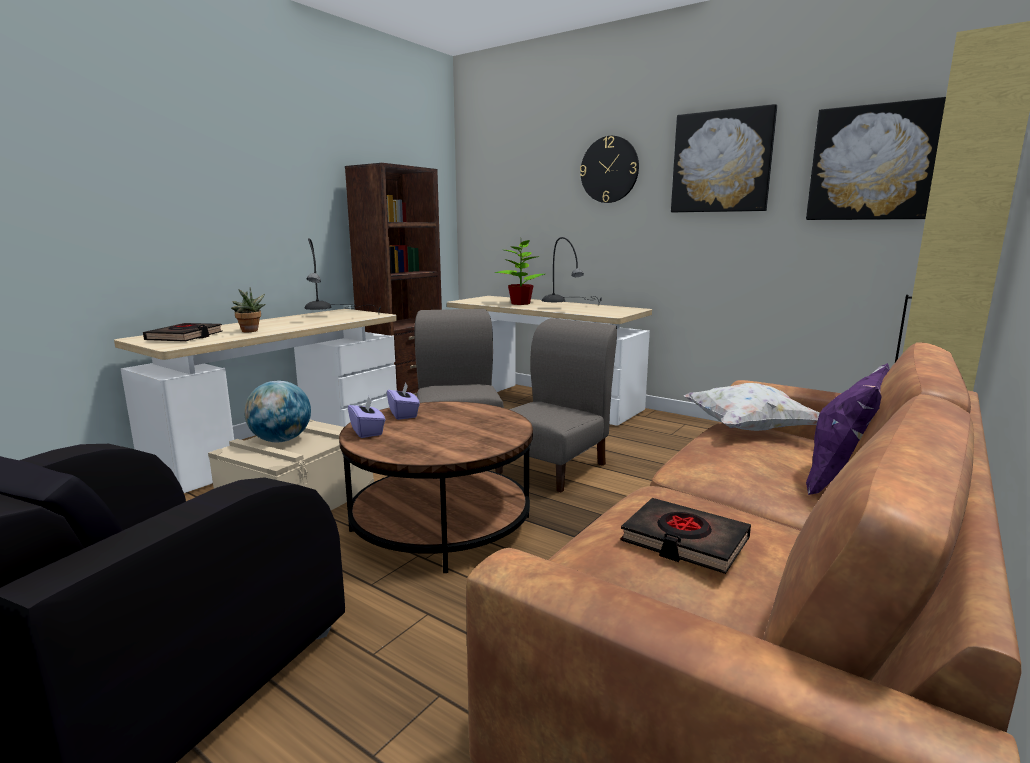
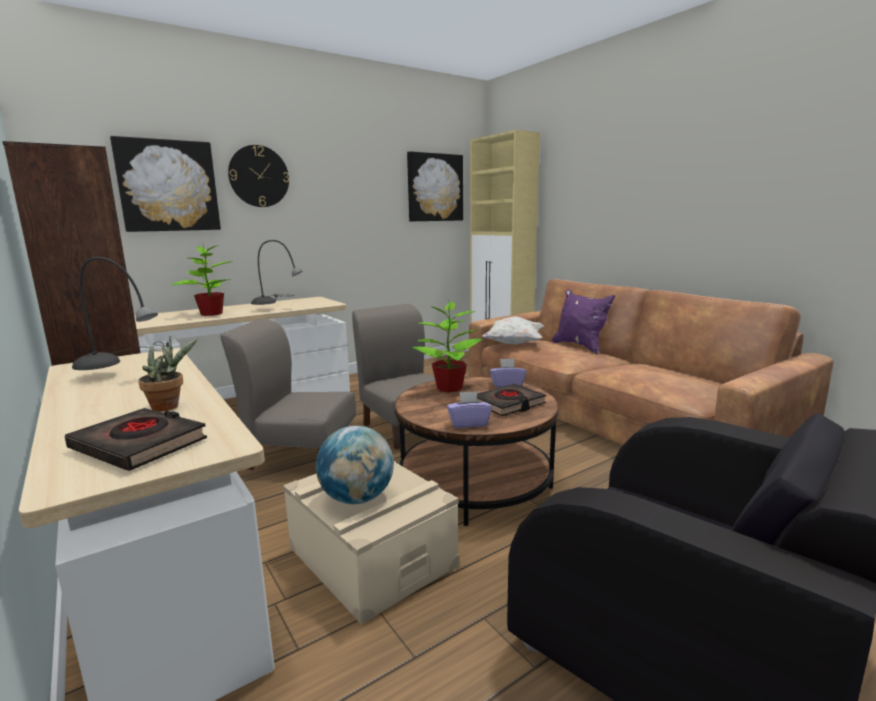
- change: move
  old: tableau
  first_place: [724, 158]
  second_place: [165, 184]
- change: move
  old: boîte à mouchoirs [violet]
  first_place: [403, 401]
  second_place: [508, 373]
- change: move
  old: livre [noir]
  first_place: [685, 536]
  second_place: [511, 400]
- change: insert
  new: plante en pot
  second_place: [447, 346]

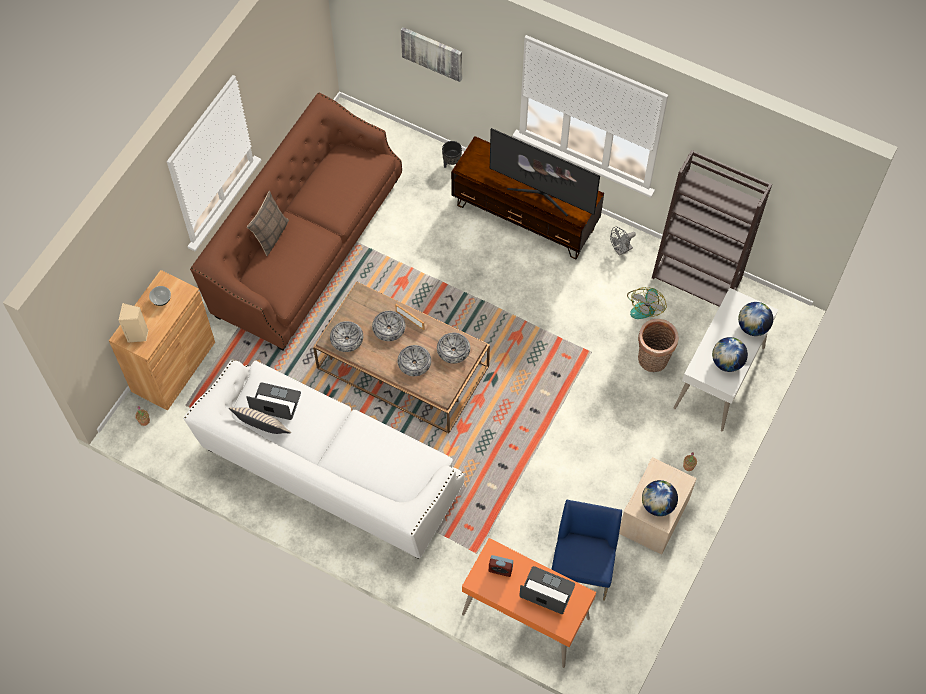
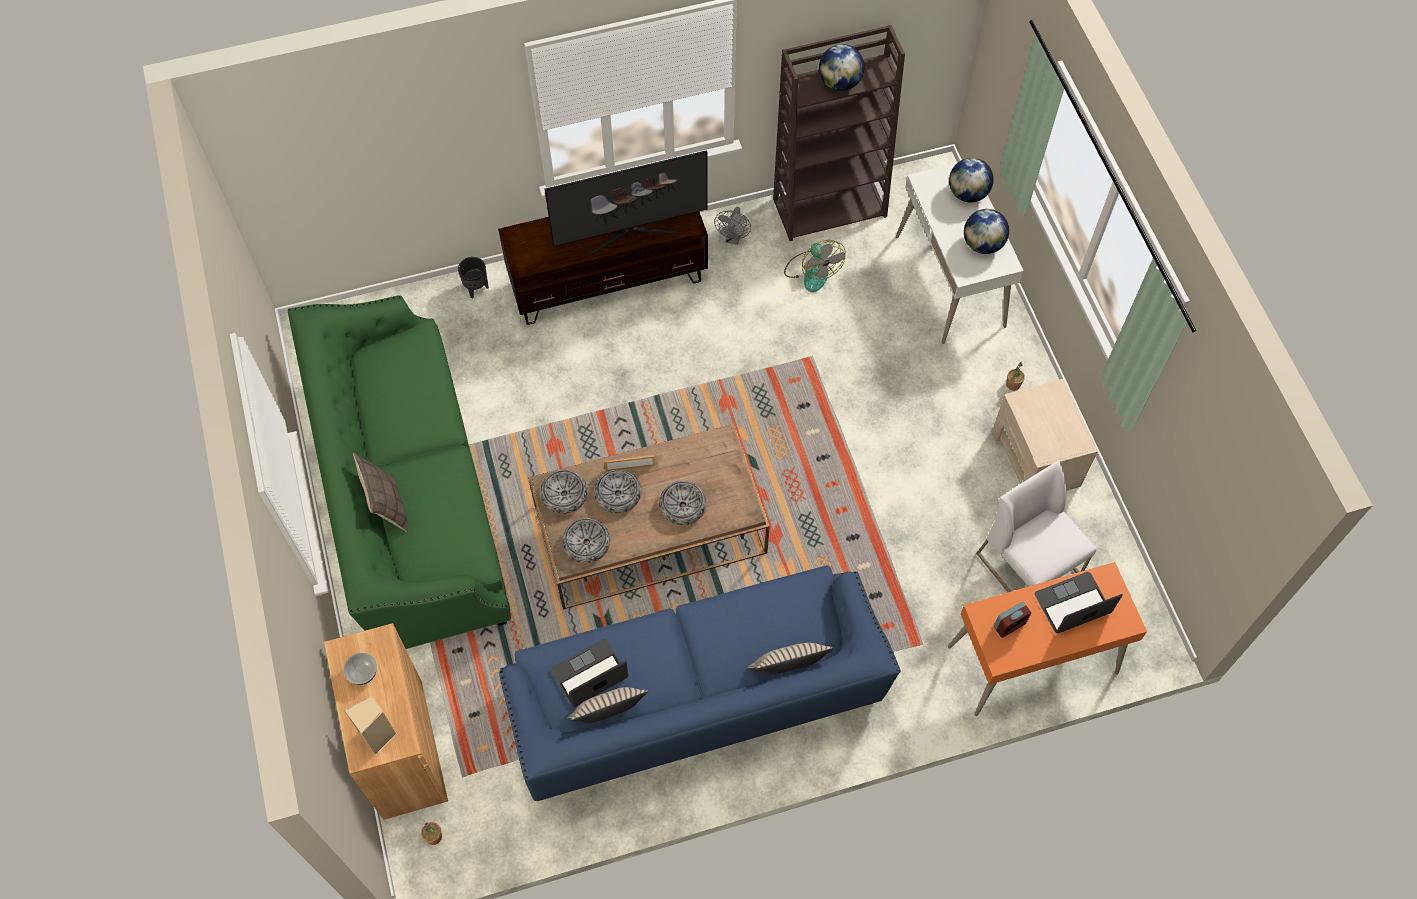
- change: delete
  old: tableau
  first_place: [431, 54]
- change: recolor
  old: canapé [marron]
  new: canapé [vert]
  first_place: [296, 221]
  second_place: [399, 472]
- change: delete
  old: panier
  first_place: [658, 345]
- change: move
  old: bol
  first_place: [453, 348]
  second_place: [564, 492]
- change: recolor
  old: canapé [blanc]
  new: canapé [bleu]
  first_place: [324, 459]
  second_place: [700, 683]
- change: move
  old: globe
  first_place: [660, 498]
  second_place: [842, 67]
- change: recolor
  old: chaise [bleu]
  new: chaise [blanc]
  first_place: [587, 550]
  second_place: [1036, 526]
- change: insert
  new: coussin [beige]
  second_place: [790, 658]

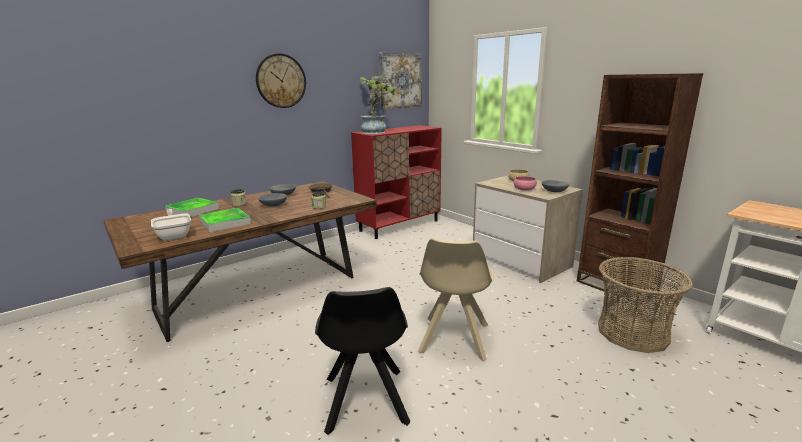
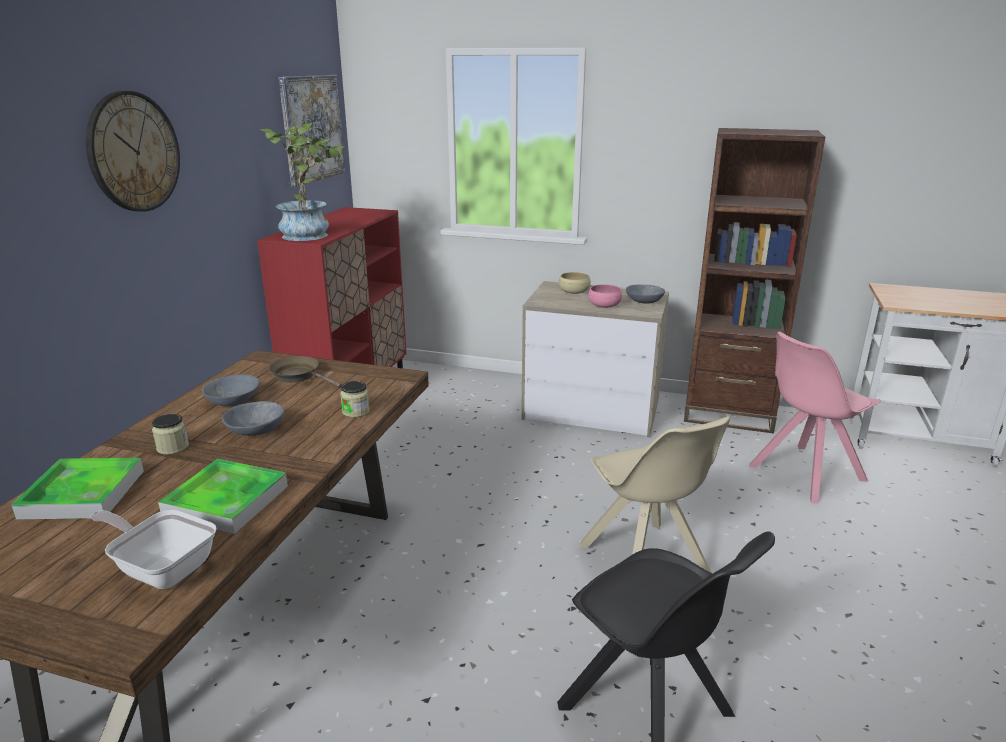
- change: replace
  old: panier
  new: chaise [rose]
  first_place: [645, 305]
  second_place: [815, 418]

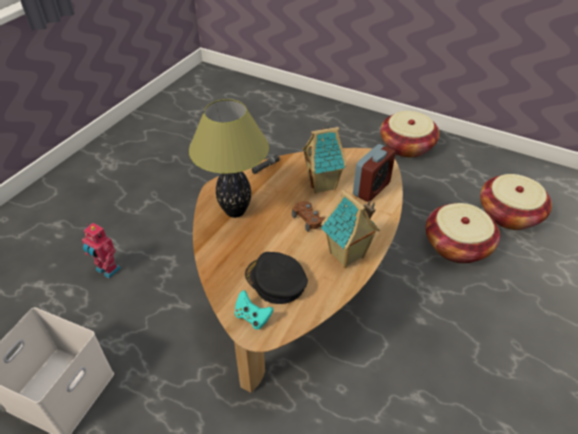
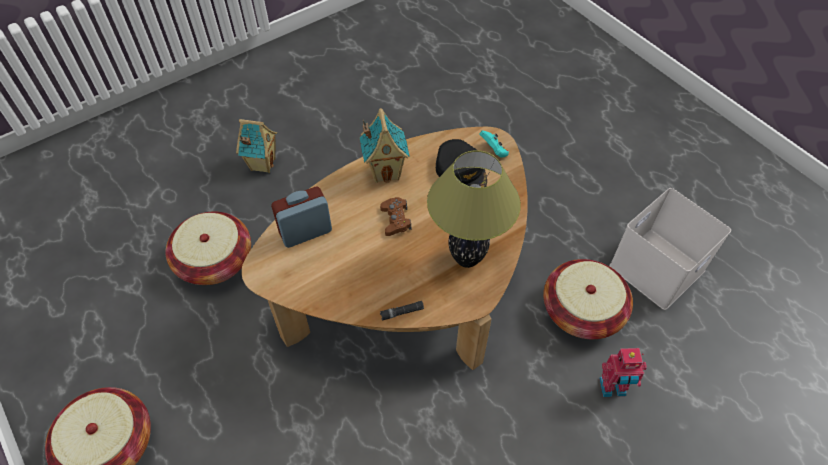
- change: move
  old: maison miniature
  first_place: [324, 159]
  second_place: [256, 146]
- change: move
  old: panier
  first_place: [516, 202]
  second_place: [588, 299]
- change: rotate
  old: robot jouet
  first_place: [101, 250]
  second_place: [623, 372]
  degrees: 120

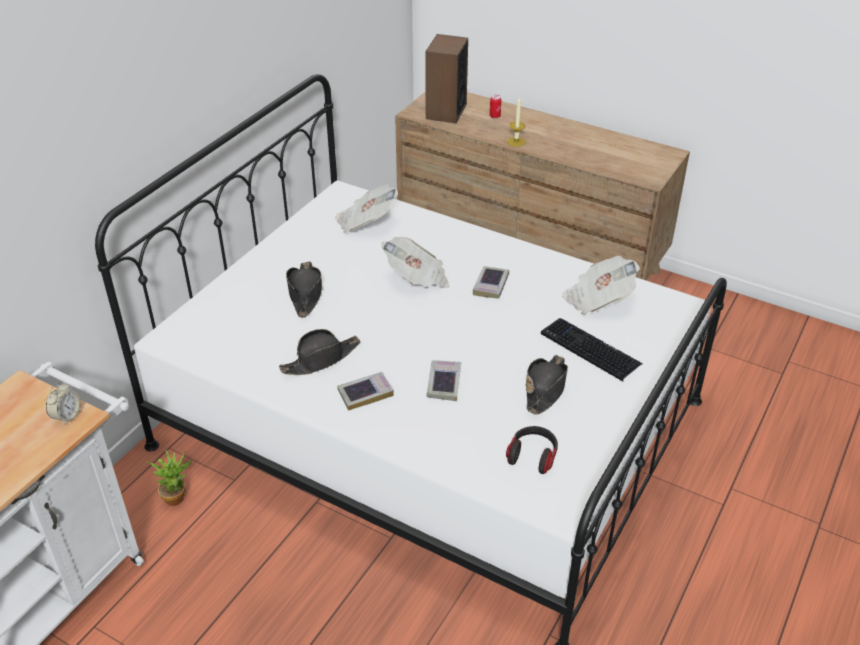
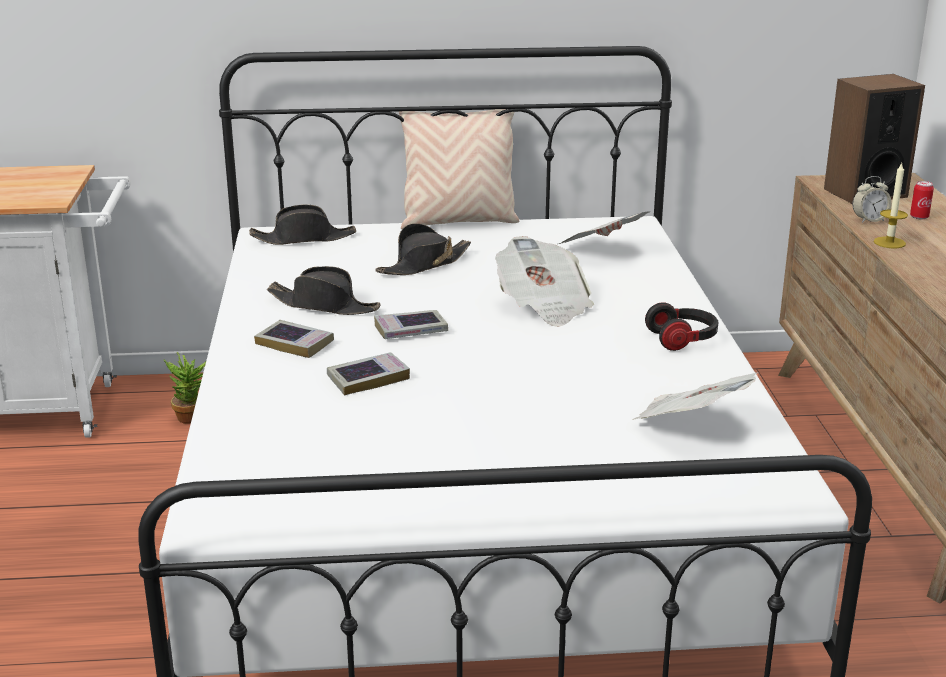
- change: move
  old: livre
  first_place: [491, 282]
  second_place: [411, 324]
- change: delete
  old: clavier
  first_place: [592, 349]
- change: move
  old: chapeau [noir]
  first_place: [547, 385]
  second_place: [302, 225]
- change: move
  old: réveil
  first_place: [63, 403]
  second_place: [872, 199]
- change: move
  old: casque audio
  first_place: [532, 450]
  second_place: [681, 326]
- change: insert
  new: coussin [beige]
  second_place: [459, 169]

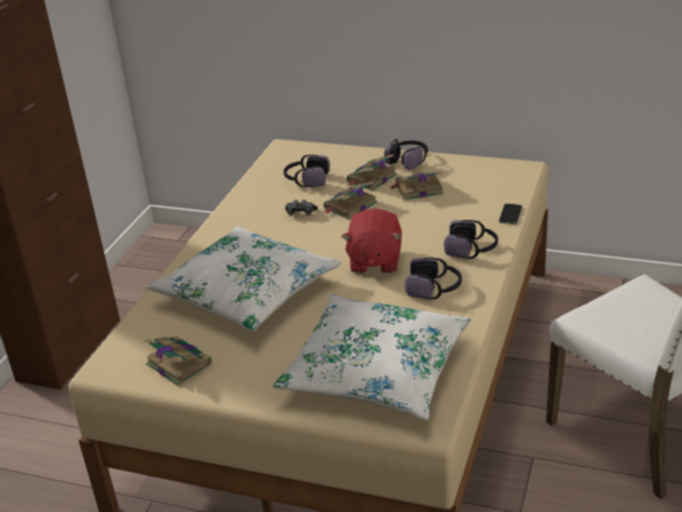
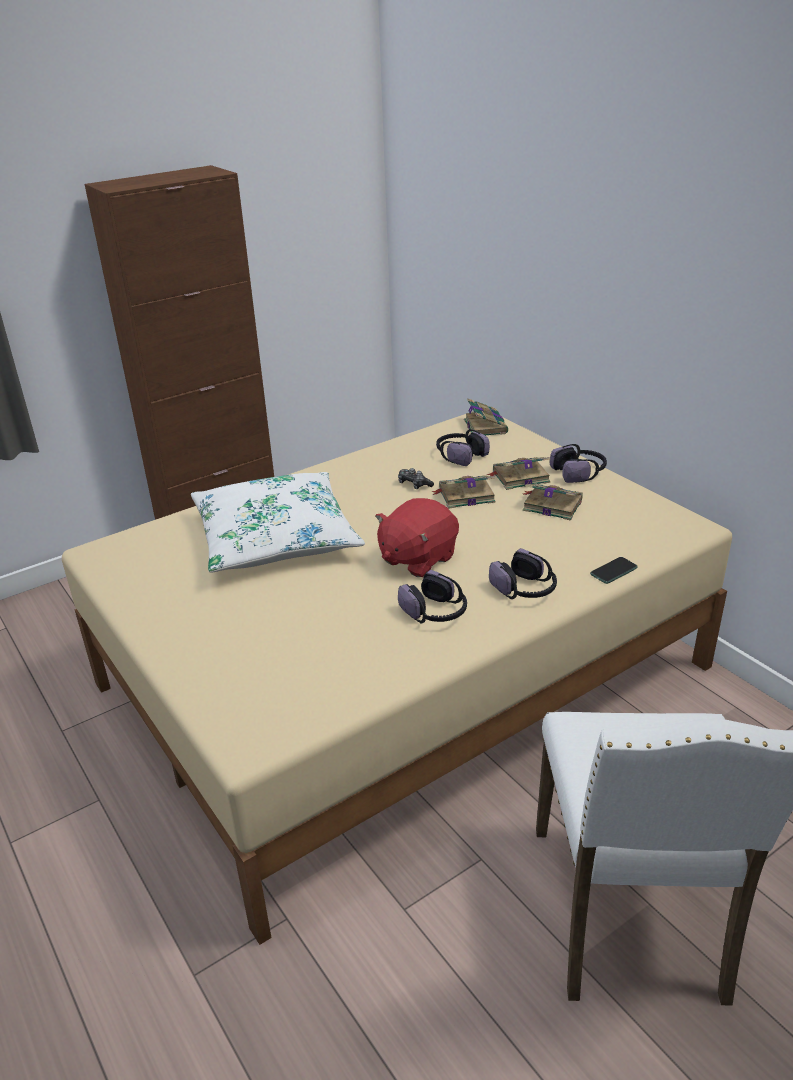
- change: delete
  old: coussin [blanc]
  first_place: [371, 357]
- change: move
  old: livre
  first_place: [178, 361]
  second_place: [486, 416]

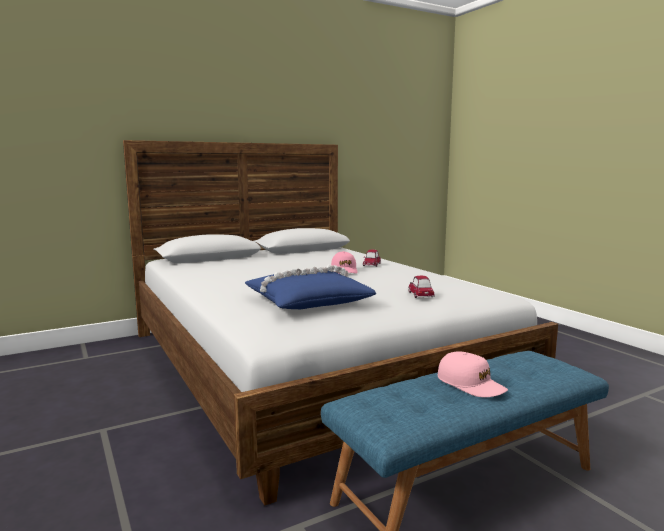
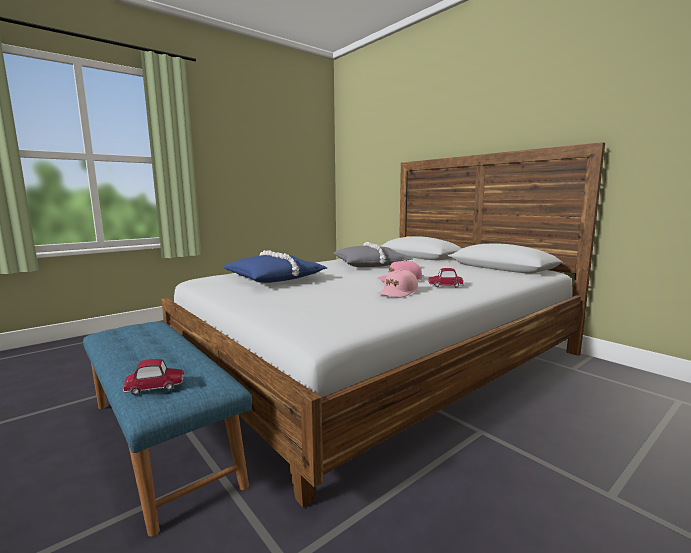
- change: move
  old: petite voiture
  first_place: [421, 287]
  second_place: [153, 377]
- change: move
  old: casquette [rose]
  first_place: [473, 374]
  second_place: [397, 283]
- change: insert
  new: coussin [gris]
  second_place: [372, 254]

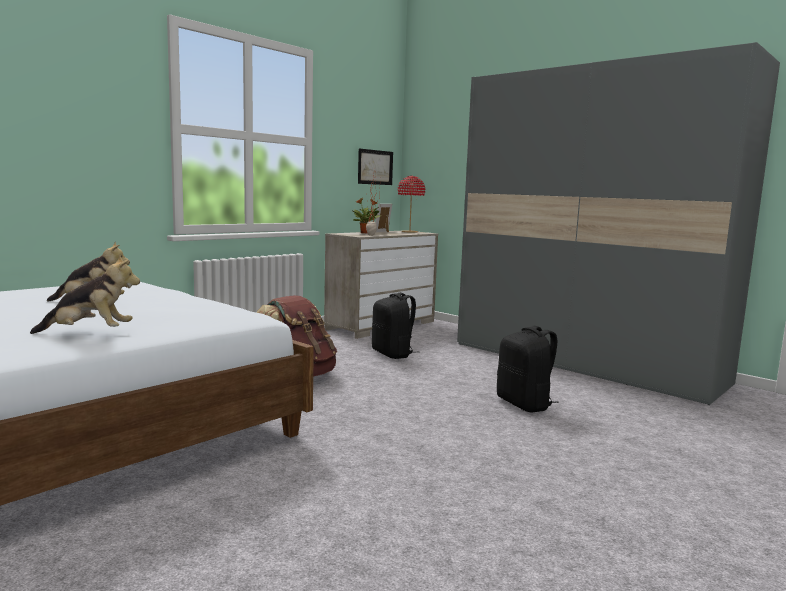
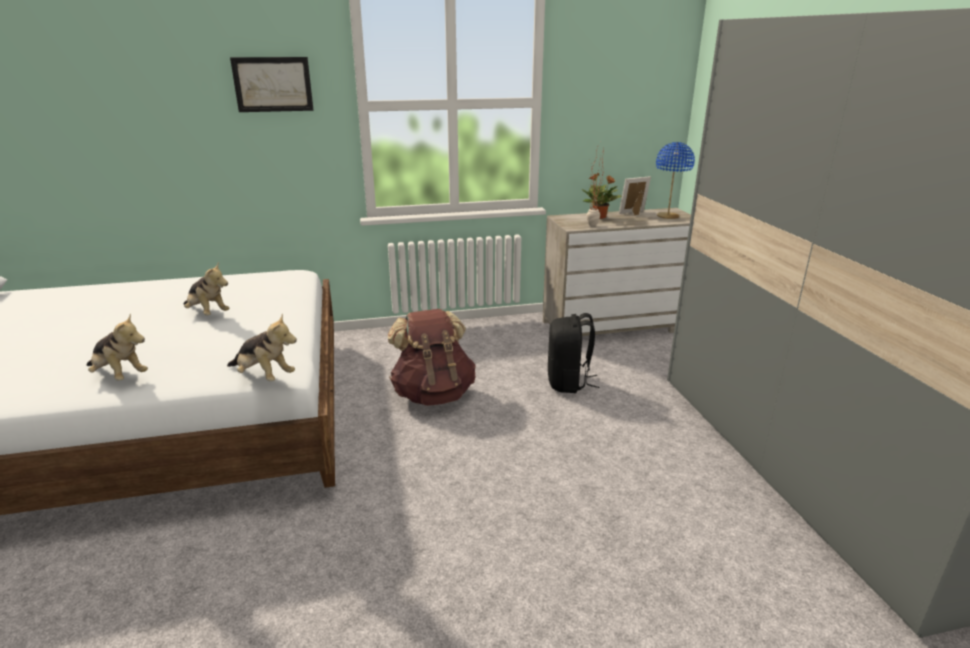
- change: move
  old: tableau
  first_place: [375, 167]
  second_place: [272, 84]
- change: recolor
  old: lampe de table [rouge]
  new: lampe de table [bleu]
  first_place: [411, 204]
  second_place: [675, 180]
- change: delete
  old: sac à dos [noir]
  first_place: [528, 369]
- change: insert
  new: peluche
  second_place: [262, 347]

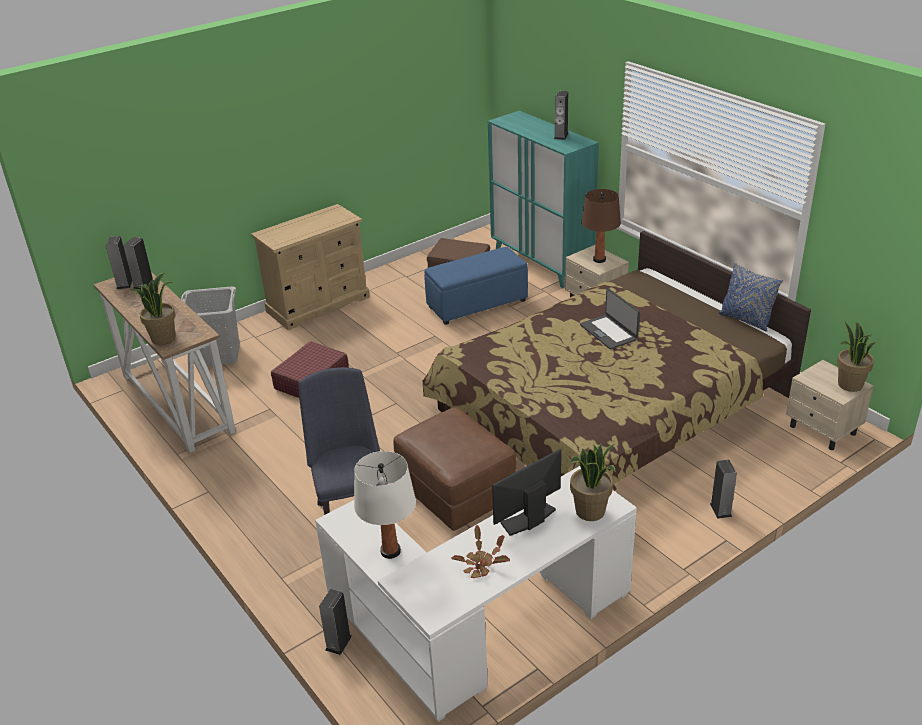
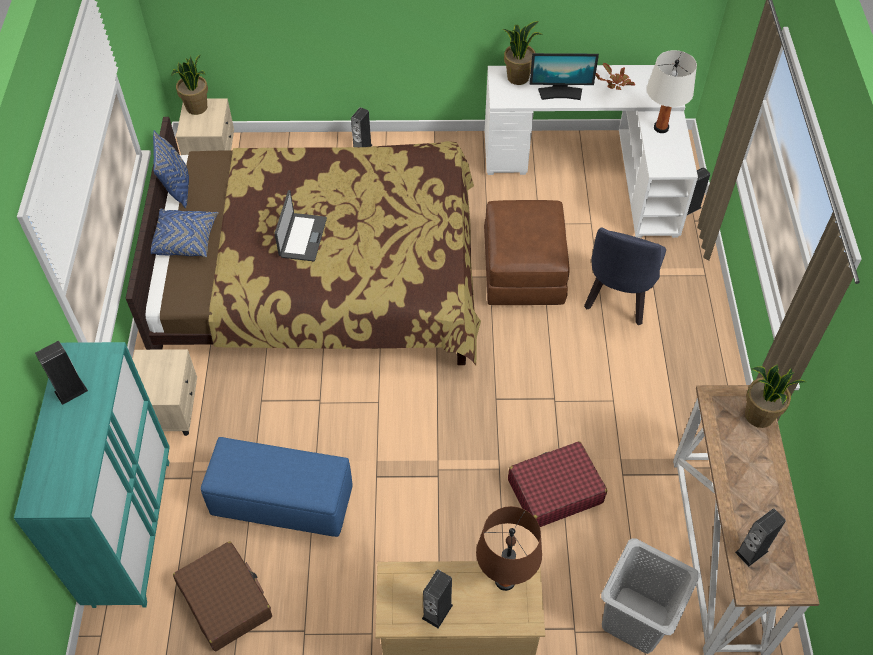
- change: move
  old: lampe de table [marron]
  first_place: [601, 226]
  second_place: [509, 548]
- change: move
  old: enceinte
  first_place: [119, 262]
  second_place: [437, 598]
- change: insert
  new: coussin [bleu]
  second_place: [185, 233]

